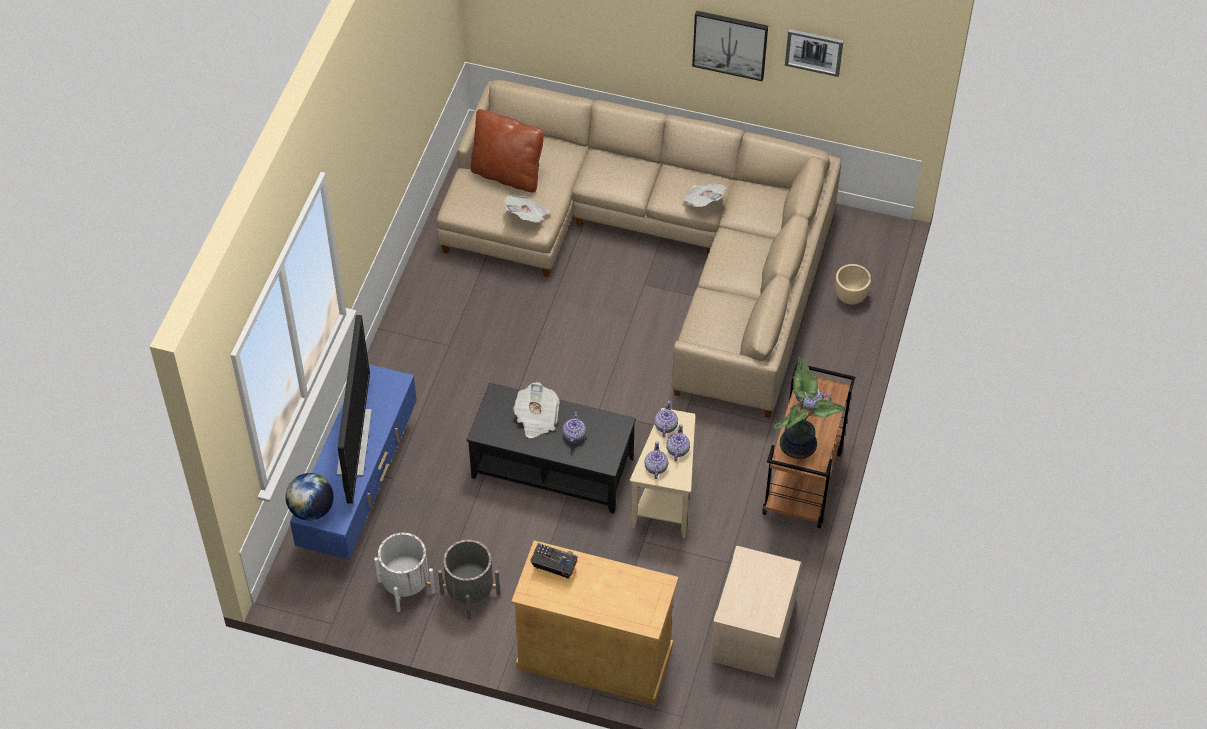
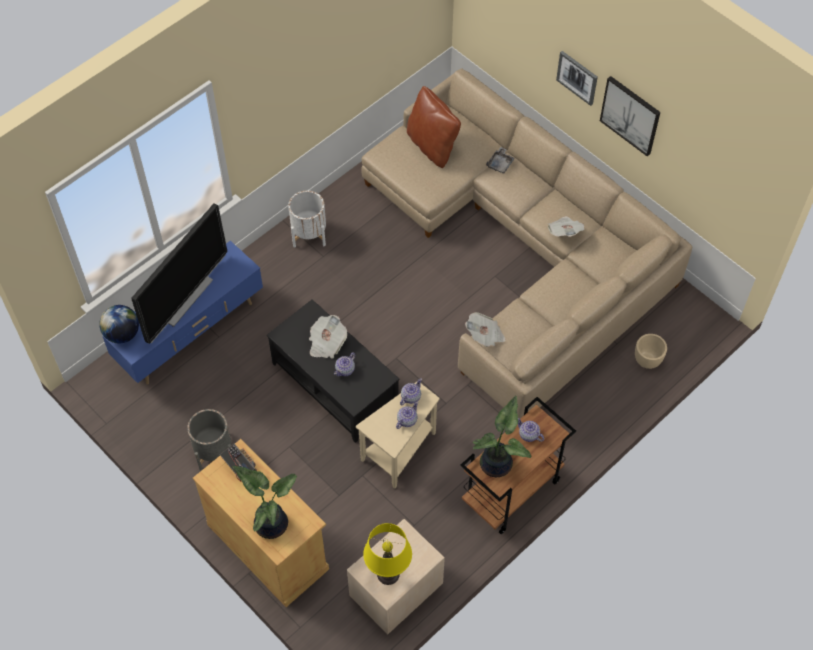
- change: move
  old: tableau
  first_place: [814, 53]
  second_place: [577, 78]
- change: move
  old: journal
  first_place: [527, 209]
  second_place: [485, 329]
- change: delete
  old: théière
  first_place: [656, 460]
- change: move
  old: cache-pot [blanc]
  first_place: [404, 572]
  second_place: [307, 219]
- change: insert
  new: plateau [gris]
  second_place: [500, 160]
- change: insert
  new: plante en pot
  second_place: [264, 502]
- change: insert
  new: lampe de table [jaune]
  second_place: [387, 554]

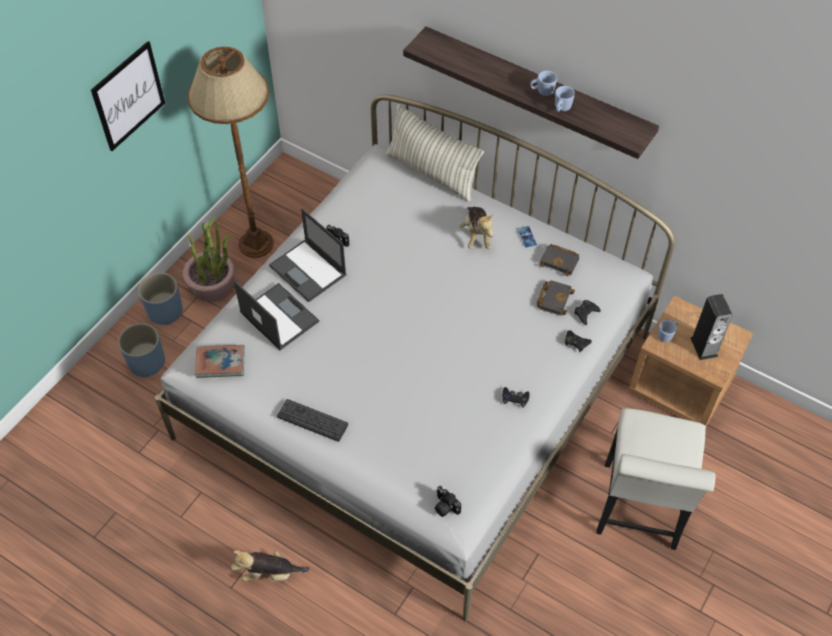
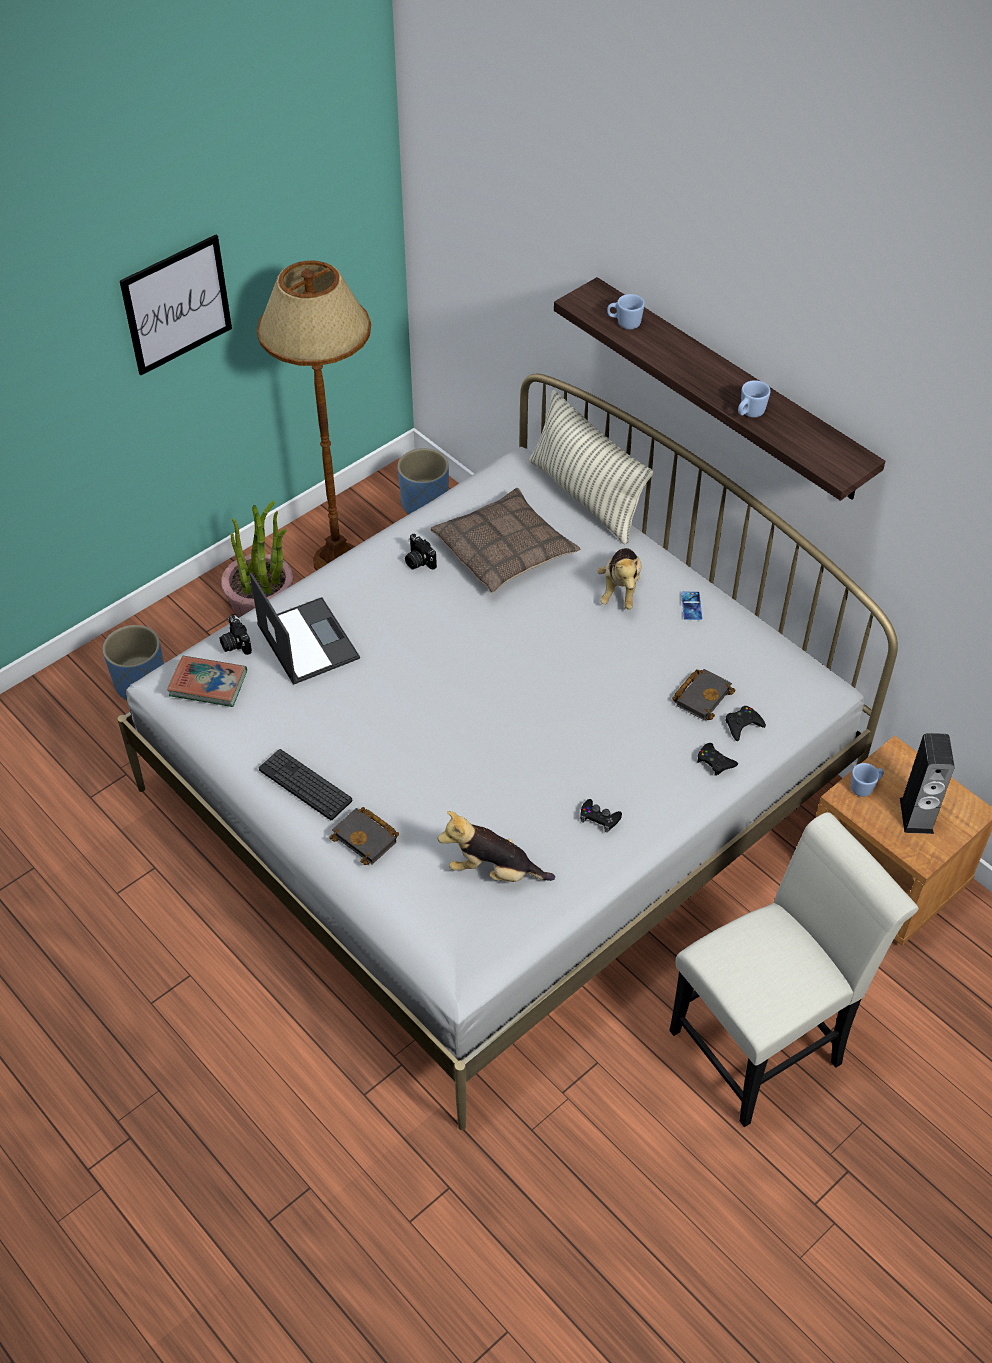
- change: move
  old: mug [bleu]
  first_place: [543, 83]
  second_place: [626, 312]
- change: delete
  old: ordinateur portable
  first_place: [308, 255]
- change: move
  old: livre [noir]
  first_place: [559, 260]
  second_place: [364, 836]
- change: move
  old: cache-pot [bleu]
  first_place: [160, 298]
  second_place: [423, 481]
- change: rotate
  old: chaise [blanc]
  first_place: [656, 479]
  second_place: [794, 969]
  degrees: -150
- change: move
  old: appareil photo
  first_place: [448, 501]
  second_place: [235, 635]
- change: move
  old: peluche
  first_place: [270, 566]
  second_place: [496, 846]
- change: insert
  new: coussin
  second_place: [505, 540]

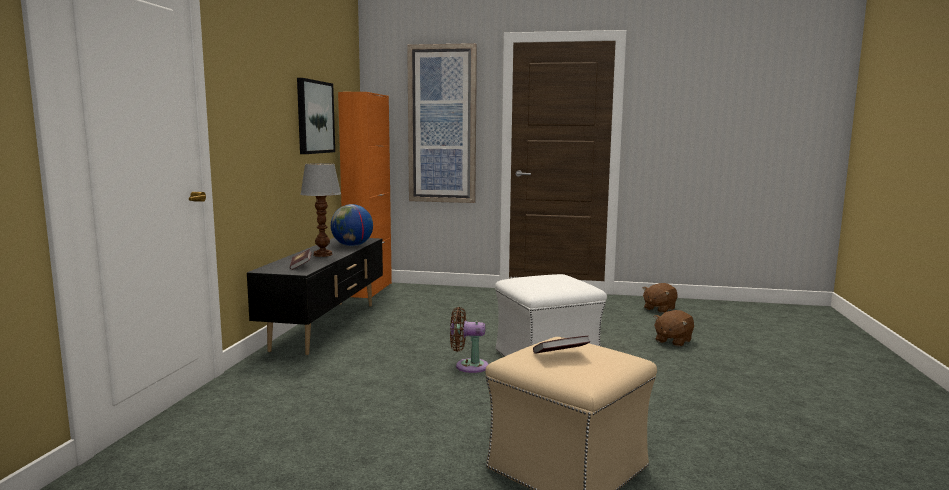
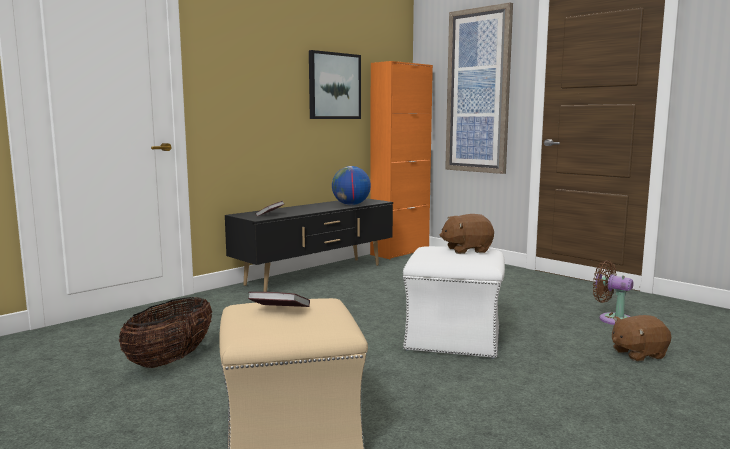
- change: delete
  old: lampe de table
  first_place: [320, 210]
- change: move
  old: peluche [marron]
  first_place: [660, 298]
  second_place: [467, 234]
- change: move
  old: ventilateur [marron]
  first_place: [469, 340]
  second_place: [613, 292]
- change: insert
  new: panier
  second_place: [165, 332]

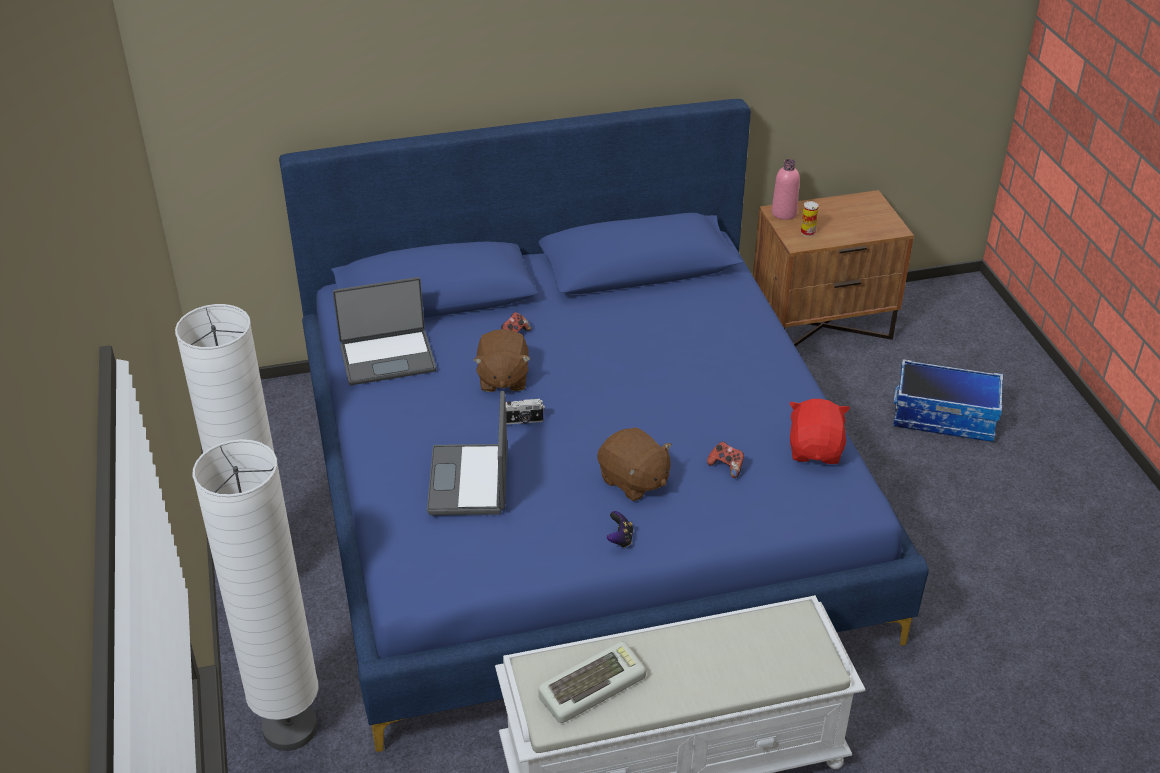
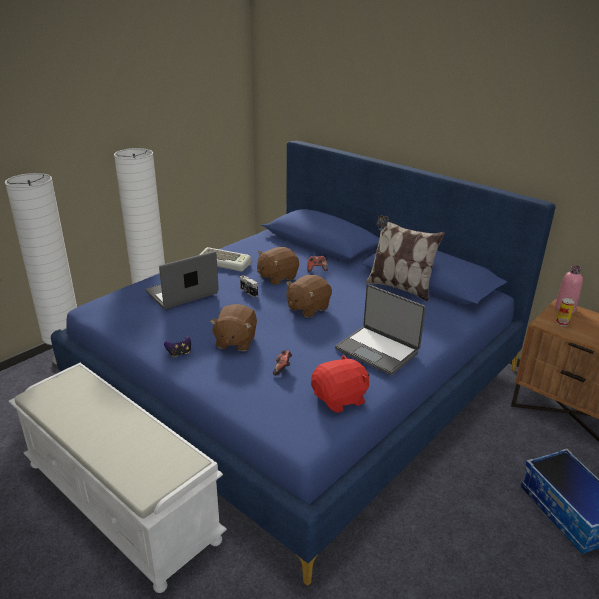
- change: move
  old: ordinateur portable
  first_place: [384, 331]
  second_place: [380, 329]
- change: move
  old: clavier
  first_place: [592, 682]
  second_place: [225, 259]
- change: insert
  new: coussin
  second_place: [405, 258]
- change: insert
  new: peluche [marron]
  second_place: [309, 296]

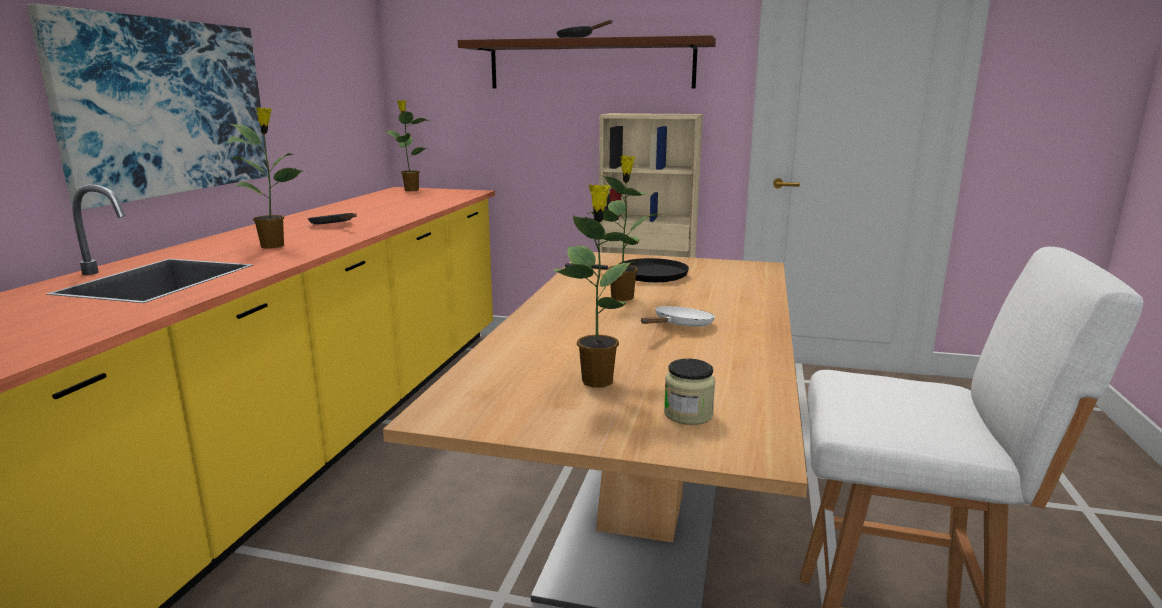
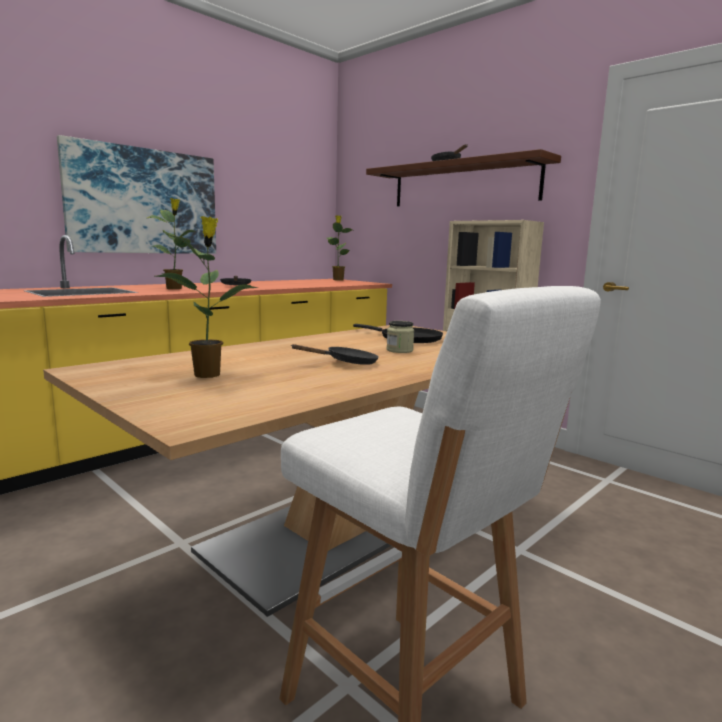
- change: delete
  old: plante en pot
  first_place: [622, 228]
- change: recolor
  old: poêle [blanc]
  new: poêle [noir]
  first_place: [678, 316]
  second_place: [335, 354]
- change: move
  old: bocal
  first_place: [689, 392]
  second_place: [400, 337]

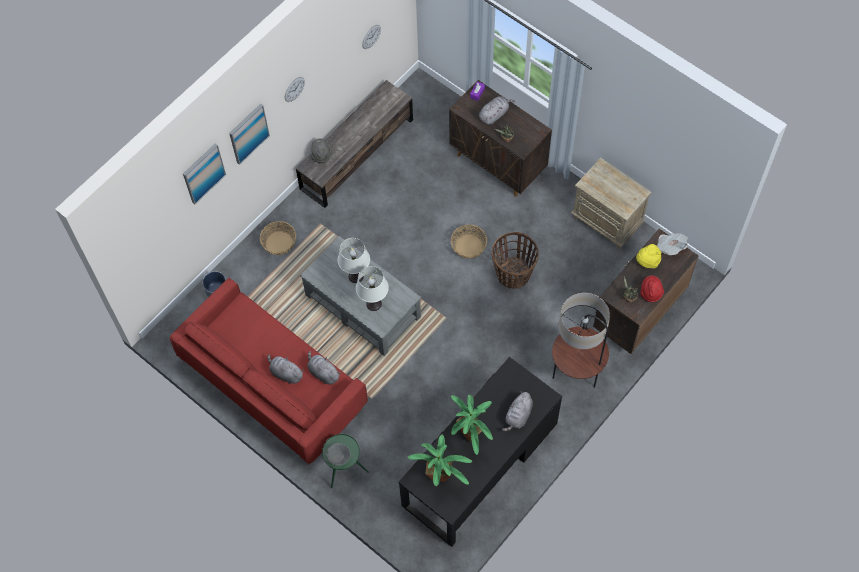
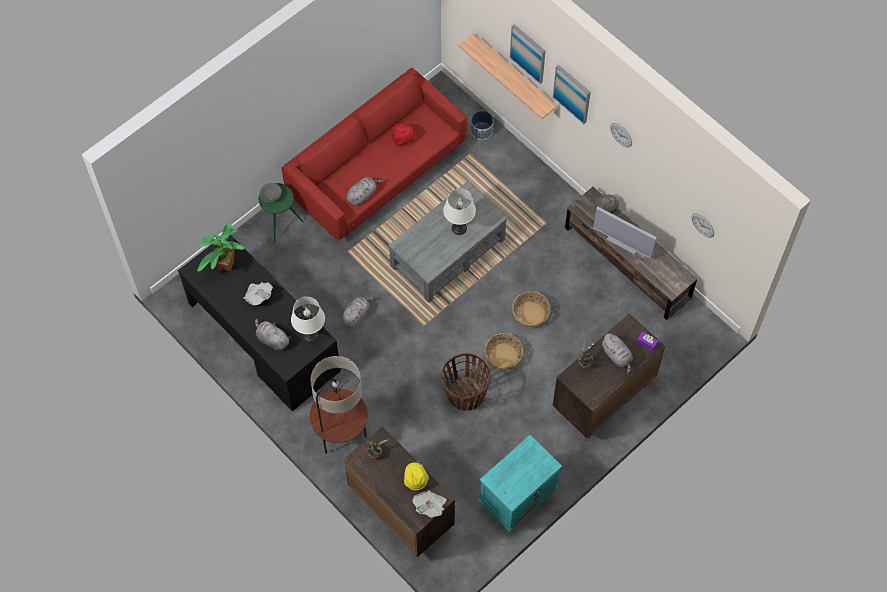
- change: recolor
  old: table de chevet [beige]
  new: table de chevet [turquoise]
  first_place: [611, 203]
  second_place: [520, 483]
- change: move
  old: panier
  first_place: [278, 238]
  second_place: [531, 309]
- change: move
  old: lampe de table [blanc]
  first_place: [372, 288]
  second_place: [308, 320]
- change: move
  old: chapeau [rouge]
  first_place: [652, 289]
  second_place: [403, 135]
- change: move
  old: peluche [gris]
  first_place: [286, 369]
  second_place: [357, 312]
- change: replace
  old: plante en pot
  new: journal
  first_place: [472, 425]
  second_place: [258, 293]
- change: insert
  new: étagère
  second_place: [508, 76]
- change: insert
  new: téléviseur
  second_place: [625, 232]

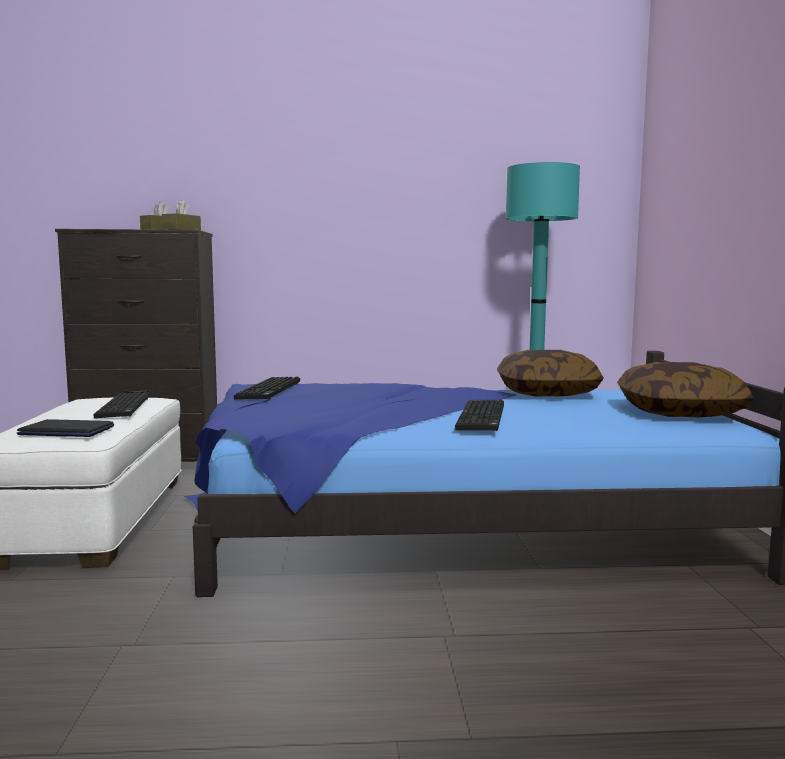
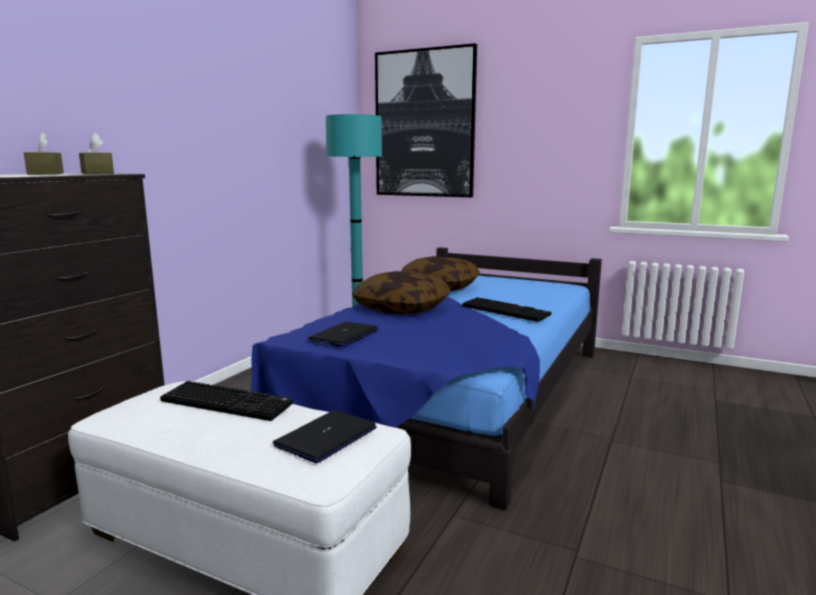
- change: move
  old: coussin
  first_place: [685, 390]
  second_place: [401, 292]
- change: replace
  old: clavier
  new: ordinateur portable
  first_place: [267, 388]
  second_place: [343, 334]
- change: insert
  new: tableau
  second_place: [426, 120]

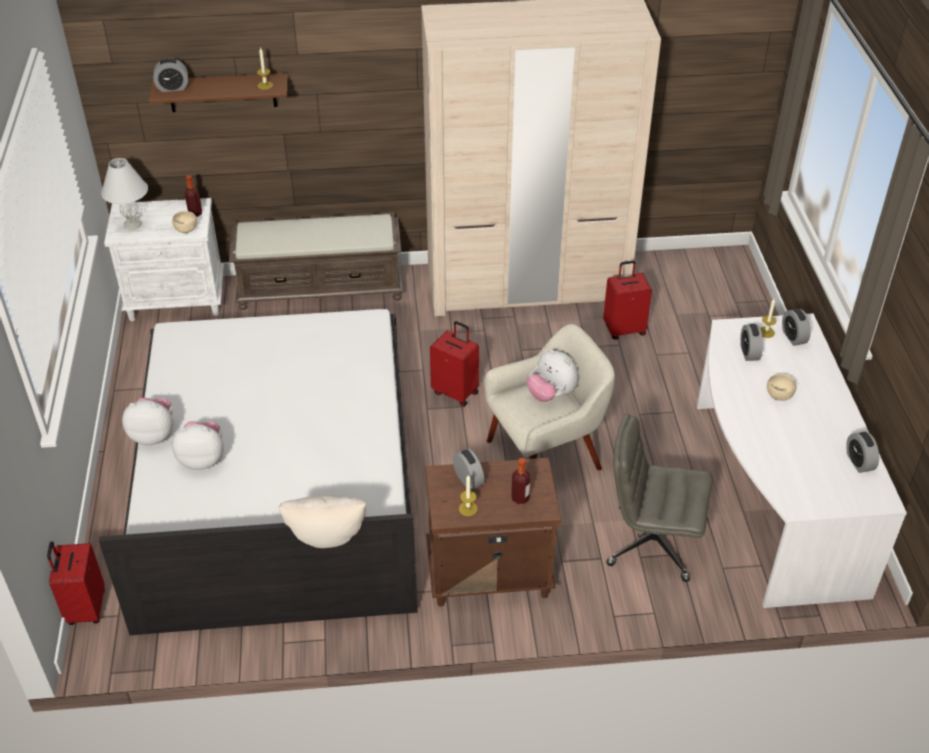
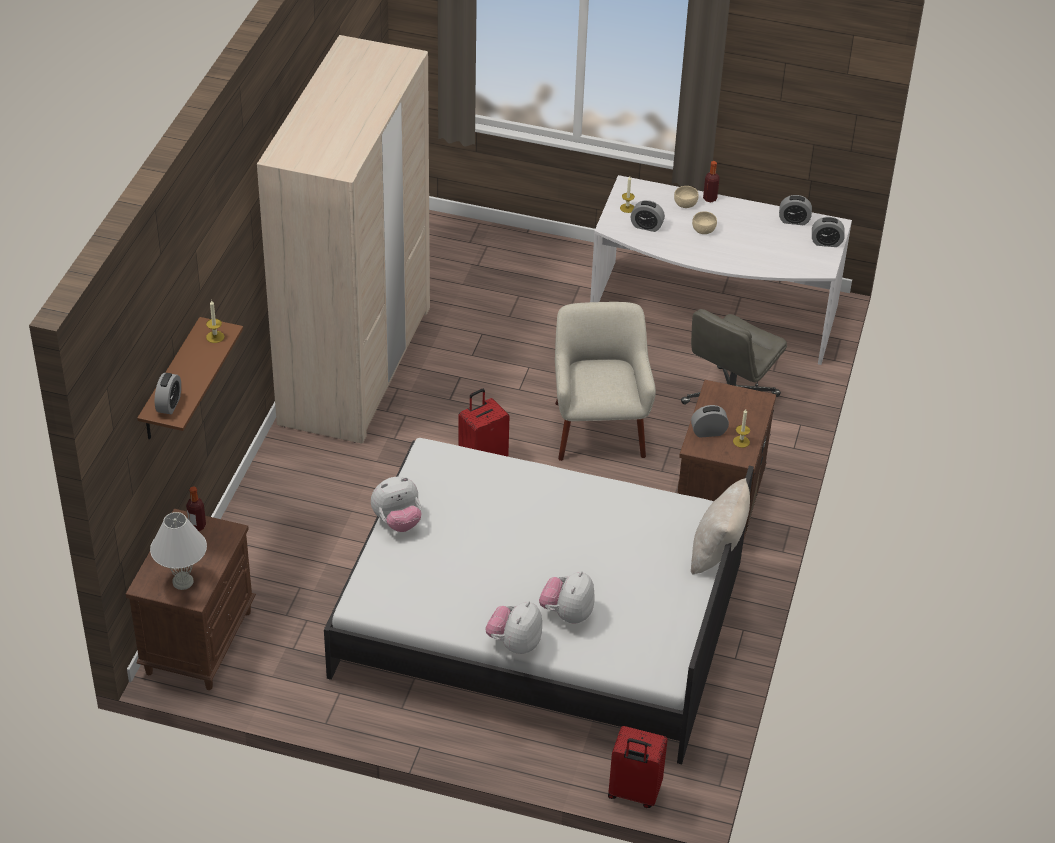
- change: recolor
  old: table de chevet [blanc]
  new: table de chevet [marron]
  first_place: [164, 259]
  second_place: [191, 599]
- change: move
  old: bol [beige]
  first_place: [184, 222]
  second_place: [686, 197]
- change: delete
  old: banc [marron]
  first_place: [316, 261]
- change: delete
  old: valise [rouge]
  first_place: [627, 300]
- change: move
  old: réveil
  first_place: [796, 327]
  second_place: [828, 232]
- change: move
  old: peluche
  first_place: [553, 375]
  second_place: [396, 504]
- change: move
  old: bouteille
  first_place: [520, 481]
  second_place: [711, 181]

